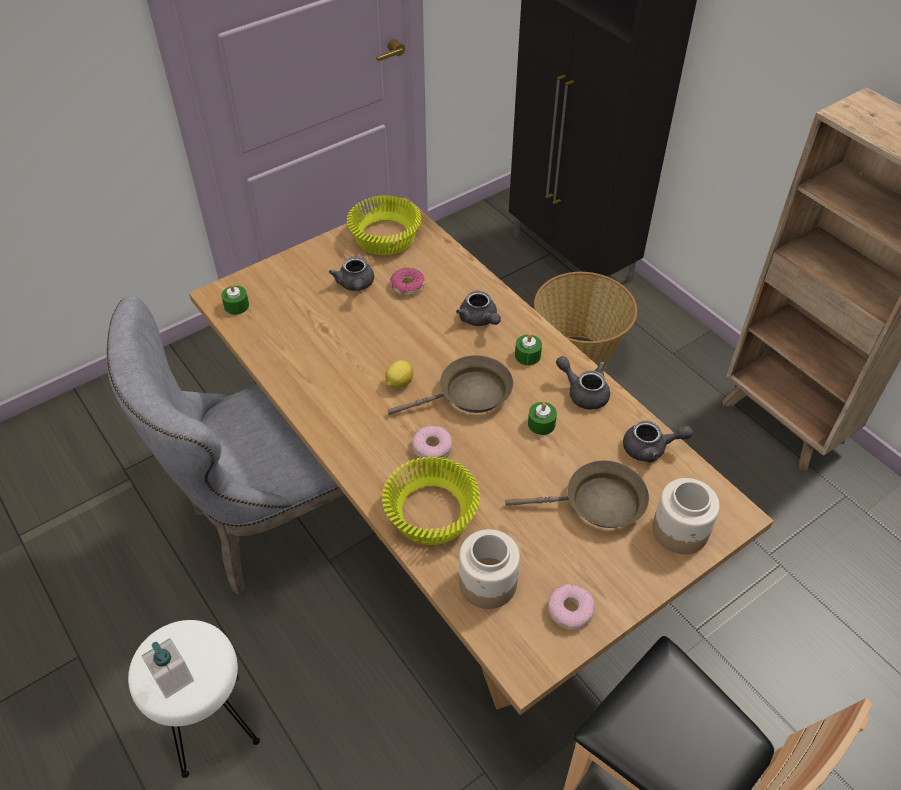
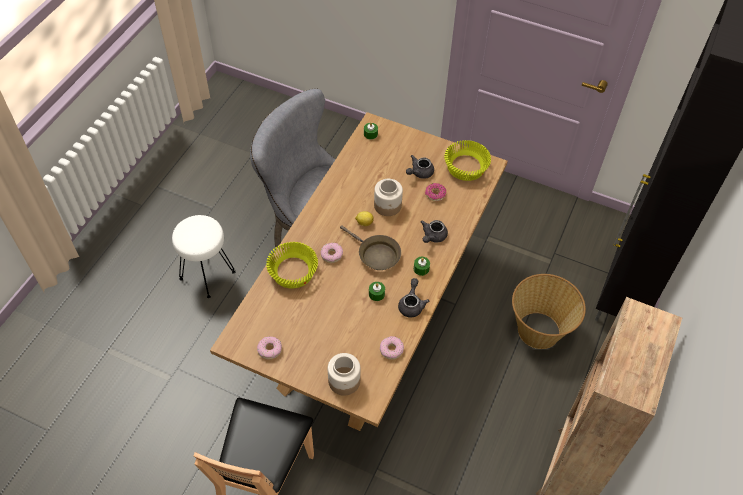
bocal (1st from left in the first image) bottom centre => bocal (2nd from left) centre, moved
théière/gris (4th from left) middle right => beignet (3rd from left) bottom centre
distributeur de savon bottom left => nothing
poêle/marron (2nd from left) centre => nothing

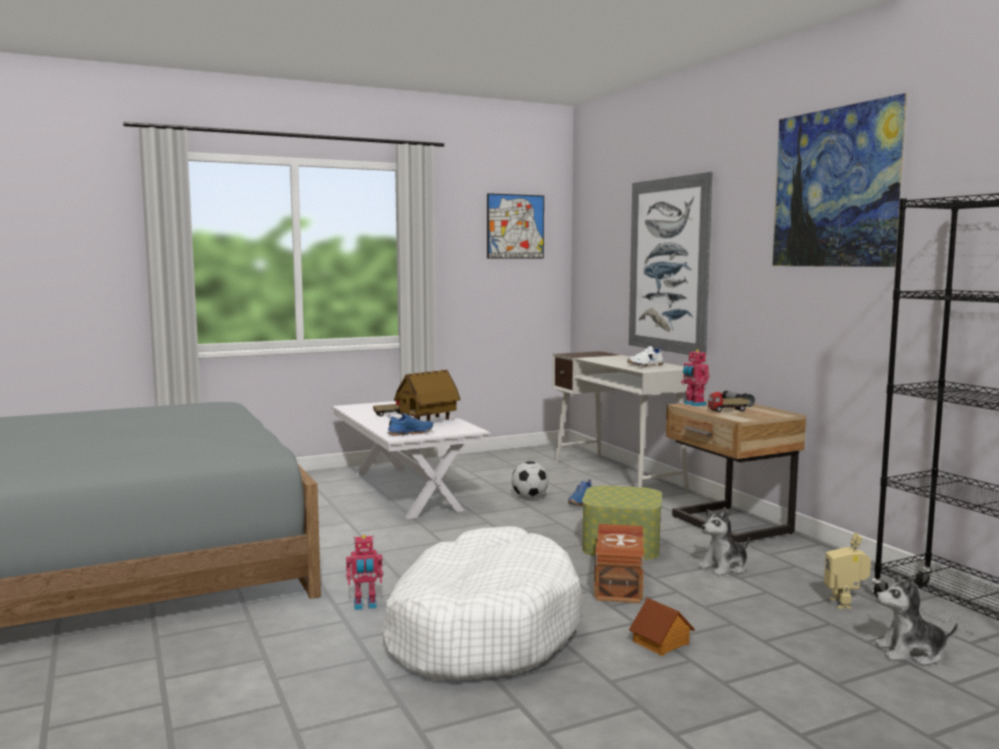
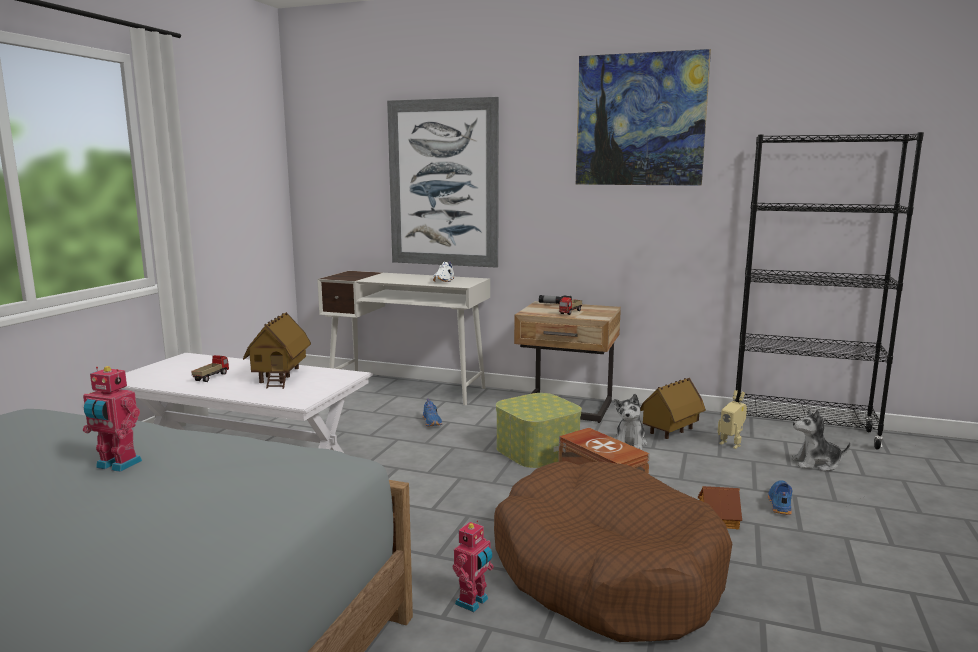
robot jouet (2nd from left in the first image) middle right => robot jouet (1st from left) middle left, moved
panier pour chien/blanc bottom centre => panier pour chien/marron bottom centre
nothing => maison miniature (2nd from left) middle right
chaussure/bleu (1st from left in the first image) centre => chaussure/bleu (2nd from left) bottom right, moved
peluche (2nd from left) bottom right, 45 degrees clockwise
tableau (1st from left) top centre => nothing
ballon de foot centre => nothing

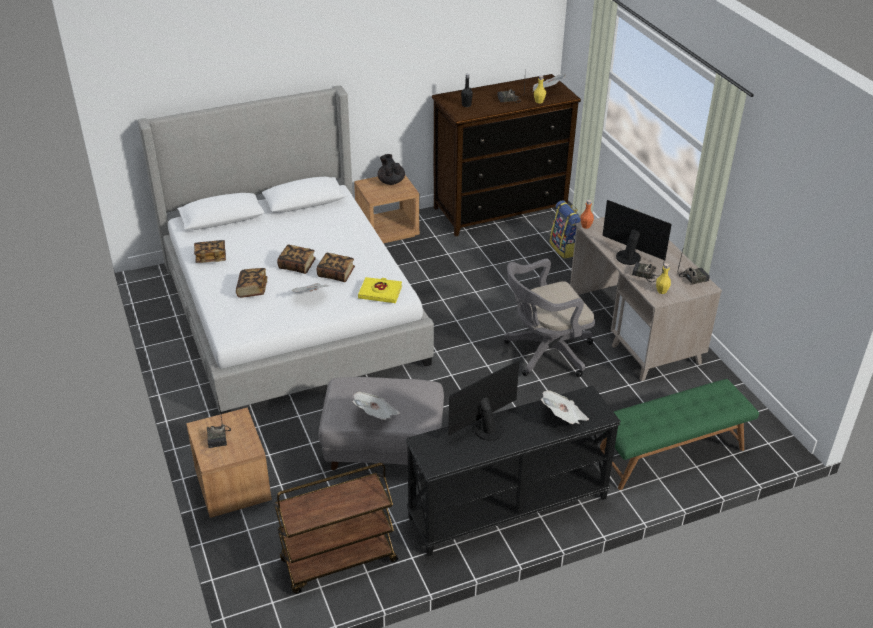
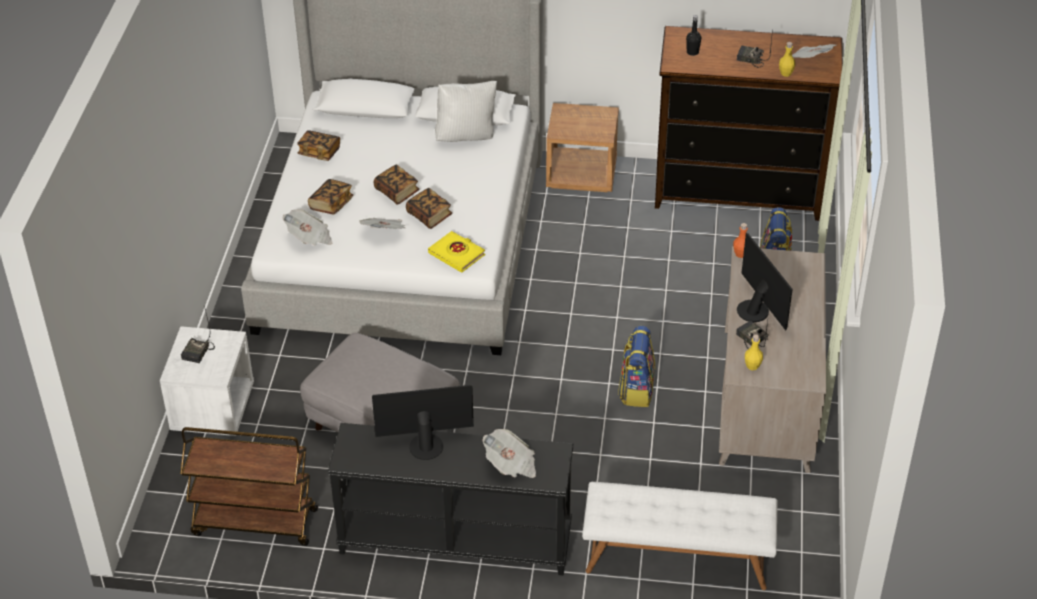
table de chevet/marron (1st from left) bottom left => table de chevet/blanc middle left
journal (2nd from left in the first image) centre => journal (1st from left) middle left, moved
nothing => coussin/blanc top centre
banc/vert bottom right => banc/blanc bottom centre
chaise de bureau/gris centre => sac à dos (1st from left) centre
théière/noir top centre => nothing
radio (4th from left) middle right => nothing

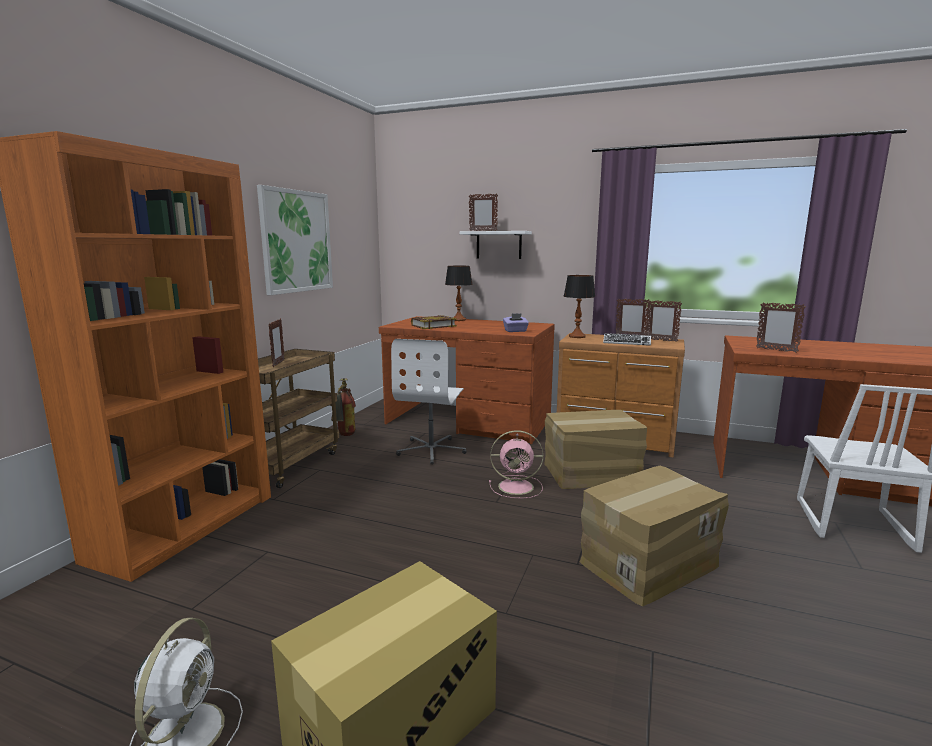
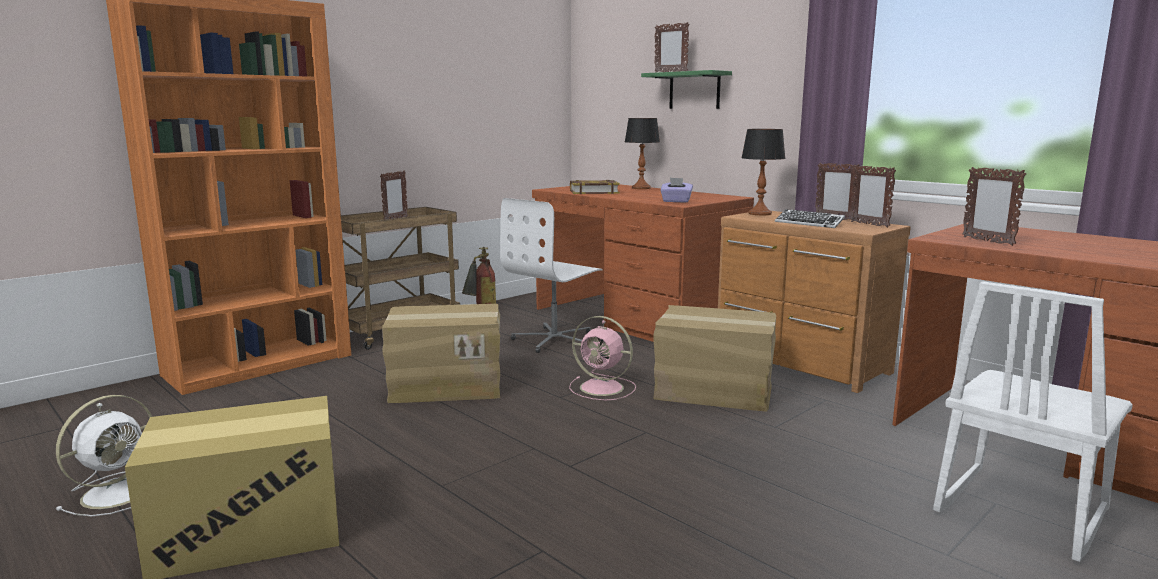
carton (3rd from left in the first image) bottom right => carton (2nd from left) centre, moved
étagère/blanc top centre => étagère/vert top centre
tableau top left => nothing

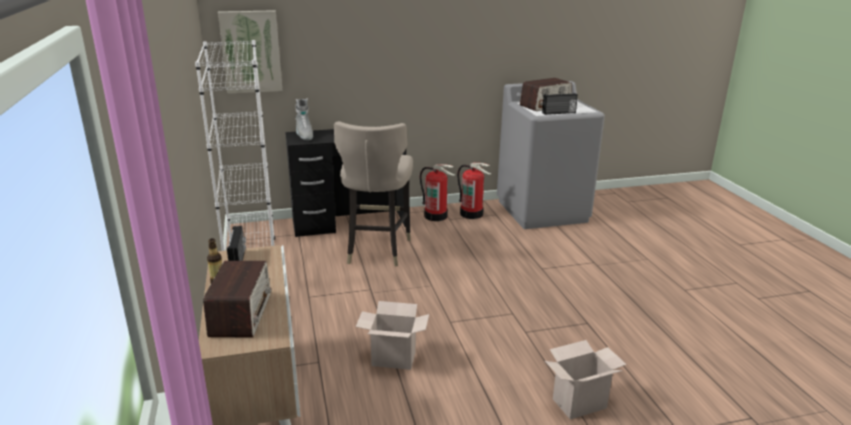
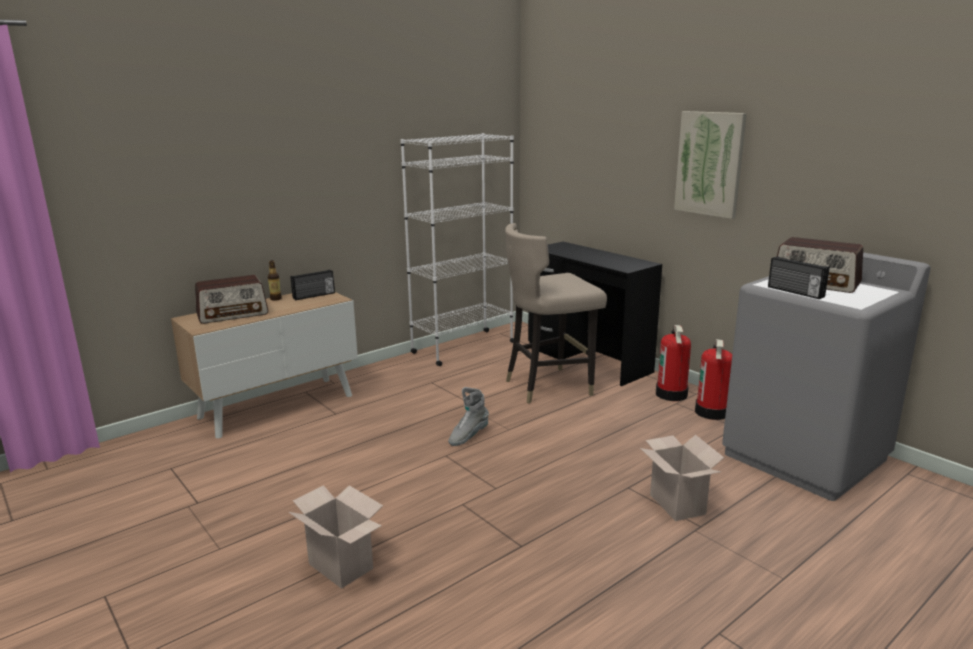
botte/gris top centre => botte/gris centre, moved
carton (1st from left in the first image) bottom centre => carton (2nd from left) bottom right, moved
tableau top left => tableau top right, moved

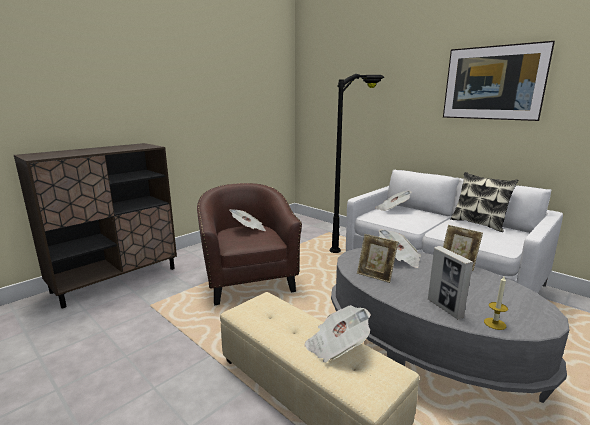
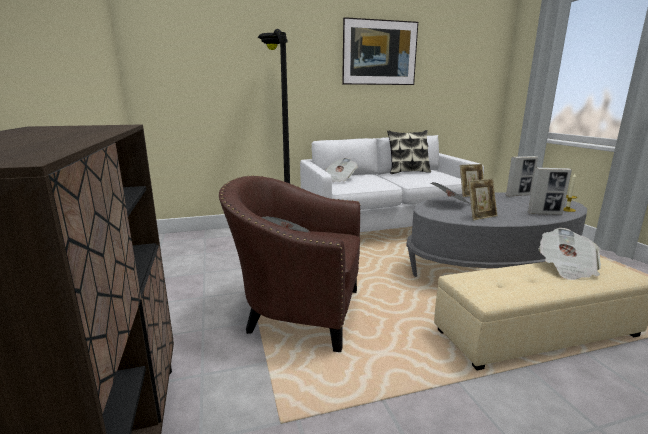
nothing => cadre photo (3rd from left) middle right

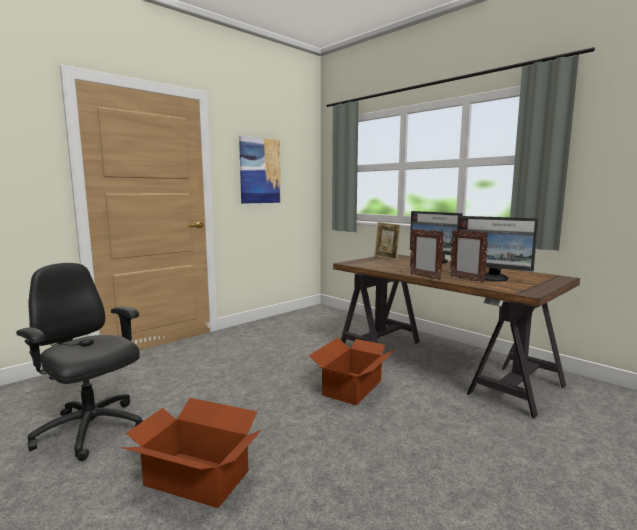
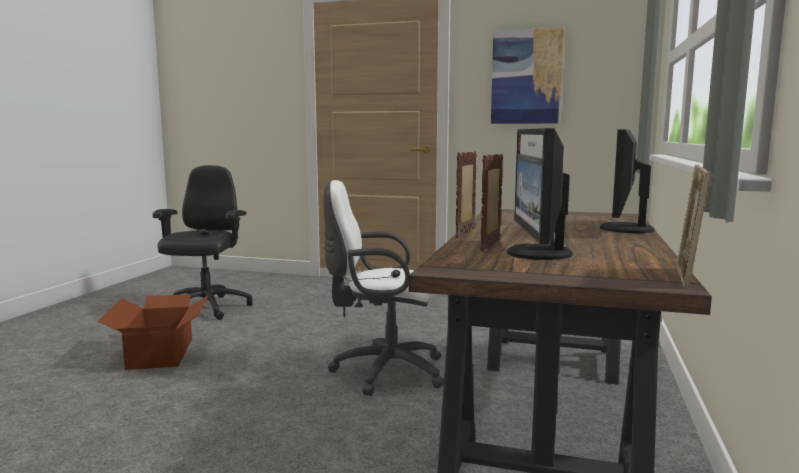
carton (2nd from left) bottom centre => chaise de bureau/blanc centre
cadre photo (1st from left in the first image) centre => cadre photo (3rd from left) middle right, moved

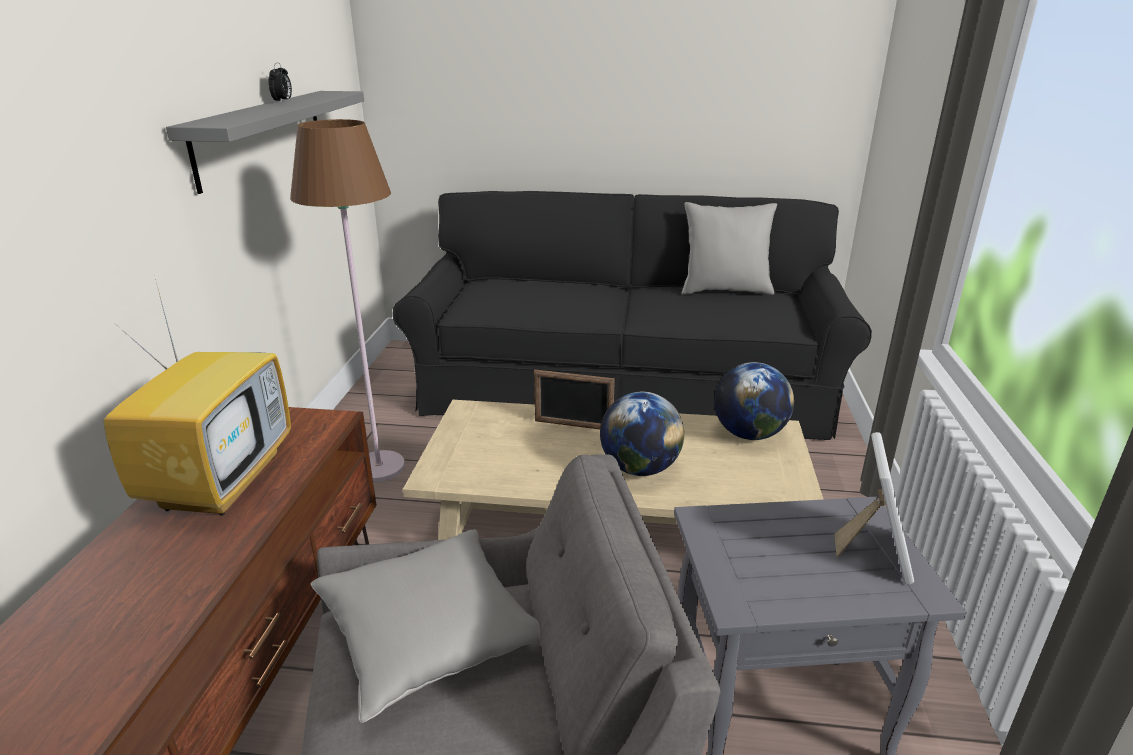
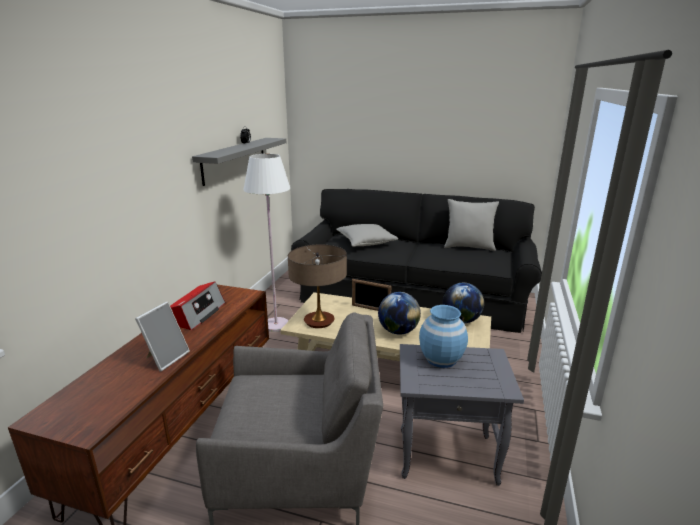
cadre photo (2nd from left in the first image) bottom right => cadre photo (1st from left) middle left, moved
téléviseur middle left => radio middle left
lampadaire/marron middle left => lampadaire/blanc centre
nothing => lampe de table centre
coussin/gris (1st from left) bottom centre => coussin/gris (1st from left) centre, moved
nothing => vase/bleu centre

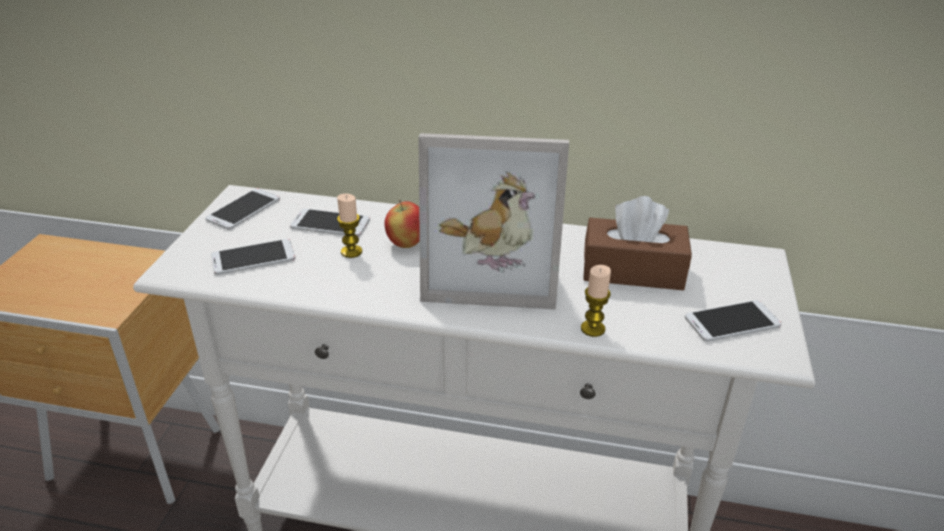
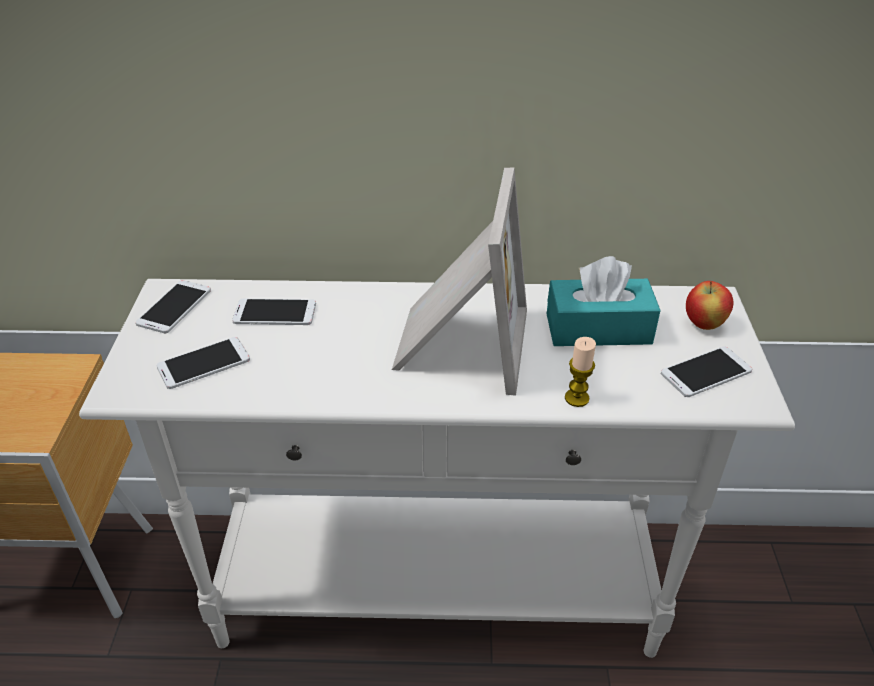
cadre photo centre, 75 degrees counterclockwise
boîte à mouchoirs/marron middle right => boîte à mouchoirs/turquoise middle right
pomme centre => pomme middle right, moved
bougie (1st from left) centre => nothing

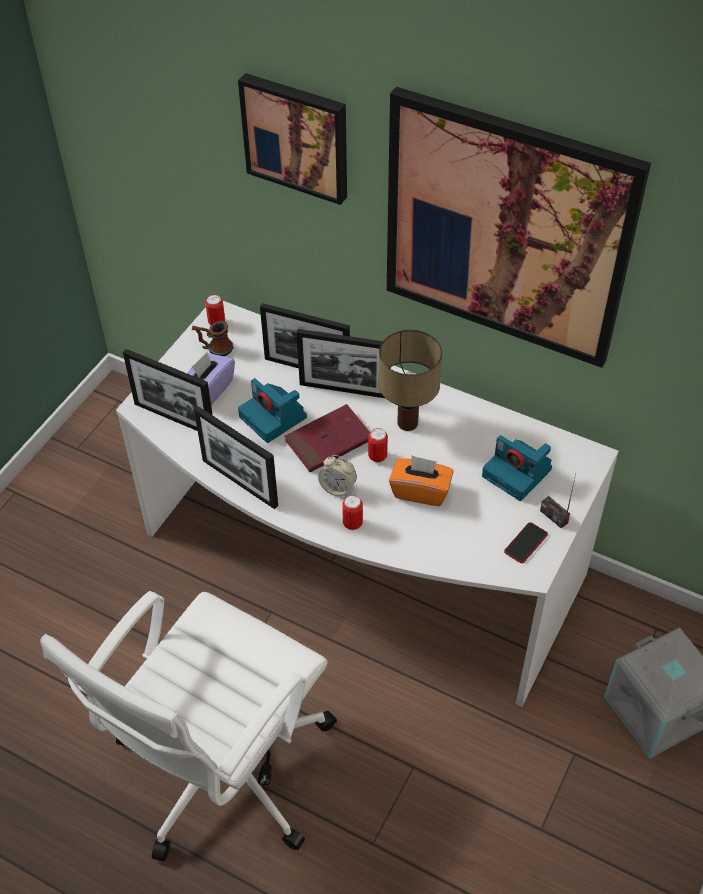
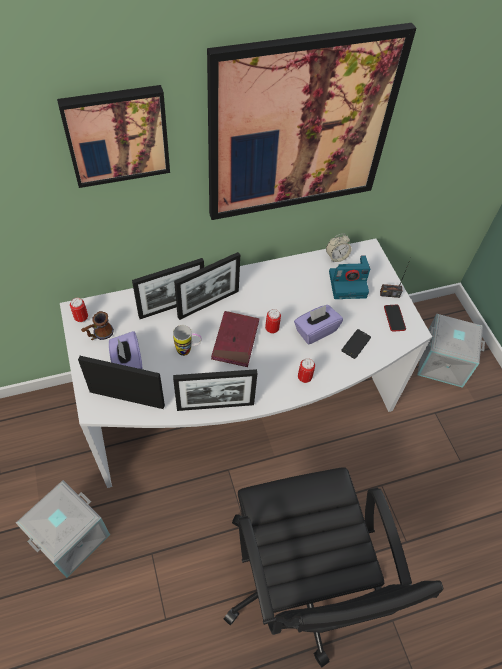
nothing => boîte de rangement/gris (1st from left) bottom left
cadre photo (1st from left) middle left, 150 degrees counterclockwise
appareil photo (1st from left) centre => mug (2nd from left) centre
chaise de bureau/blanc bottom left => chaise de bureau/noir bottom centre
boîte à mouchoirs/orange centre => boîte à mouchoirs/violet (2nd from left) centre
réveil centre => réveil middle right, moved
nothing => téléphone (1st from left) middle right
lampe de table centre => nothing

